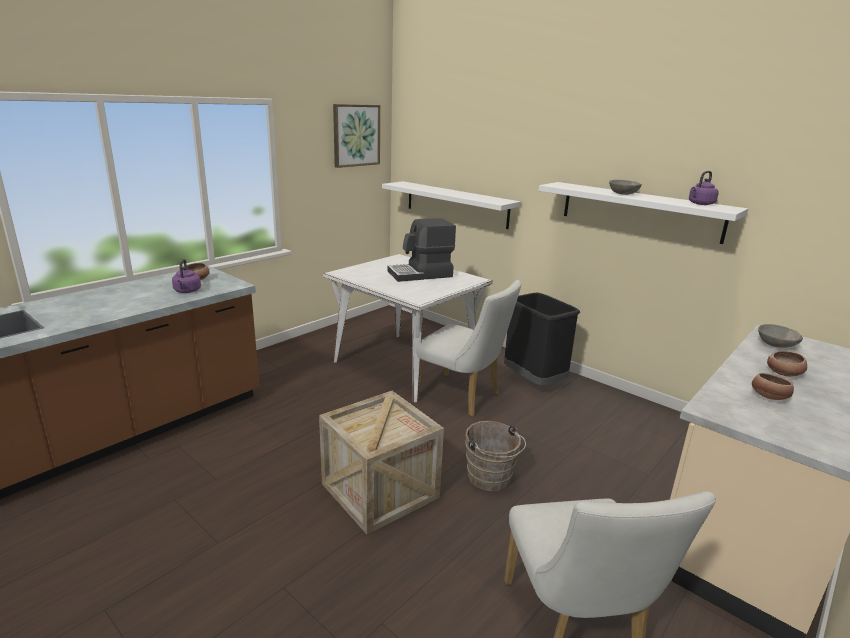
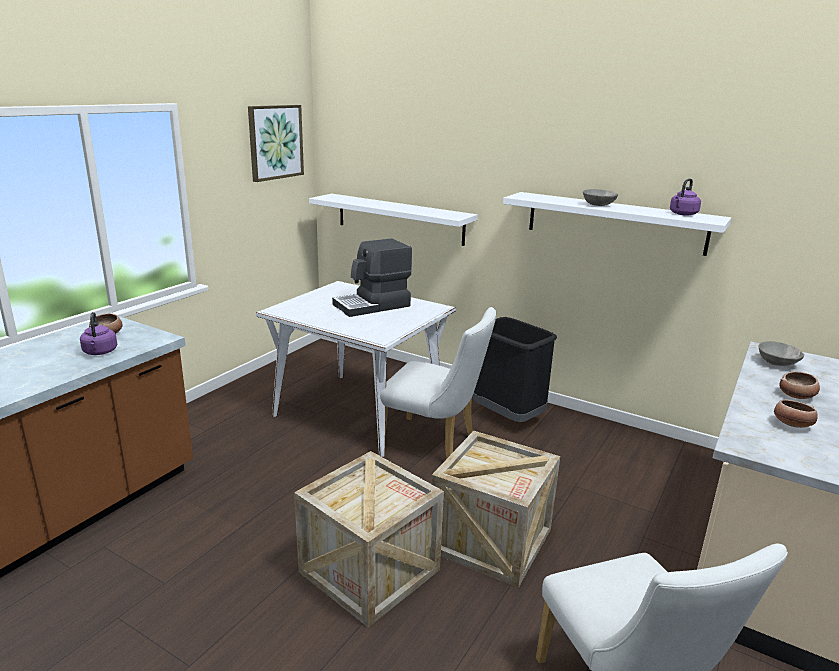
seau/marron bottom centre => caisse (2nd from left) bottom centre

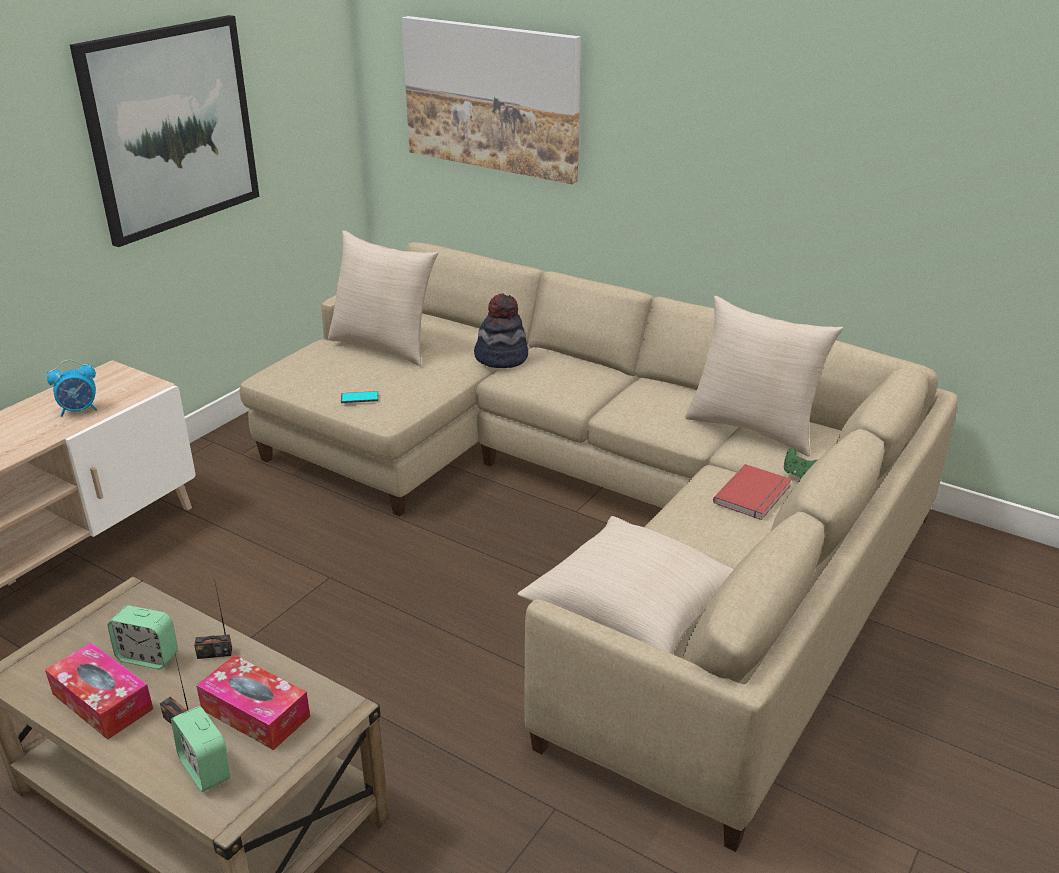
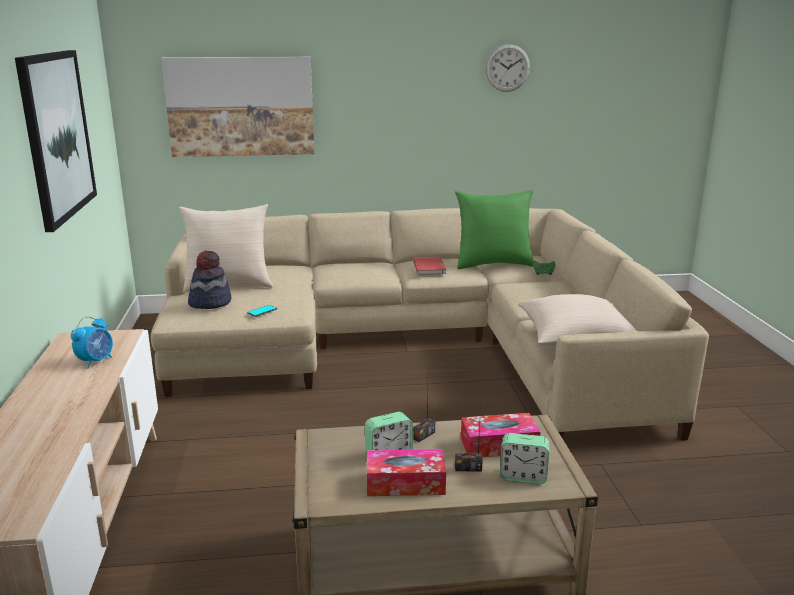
chapeau centre => chapeau middle left, moved
livre/rouge middle right => livre/rouge centre, moved
coussin/beige (3rd from left) middle right => coussin/vert centre
nothing => horloge murale top centre

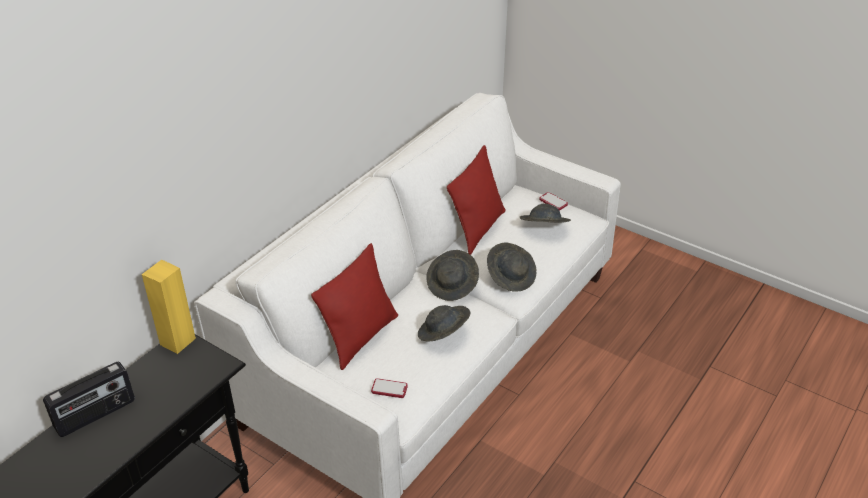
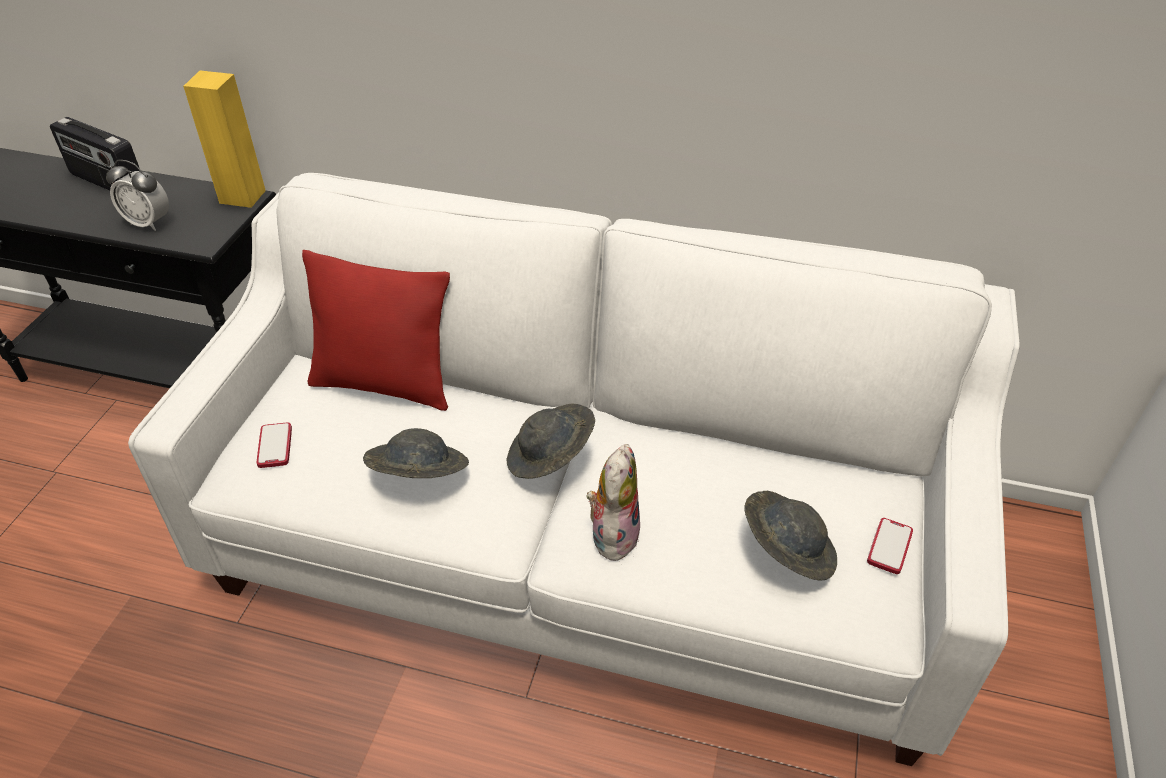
nothing => réveil top left
chapeau/gris (3rd from left) centre => peluche centre
coussin/rouge (2nd from left) centre => nothing

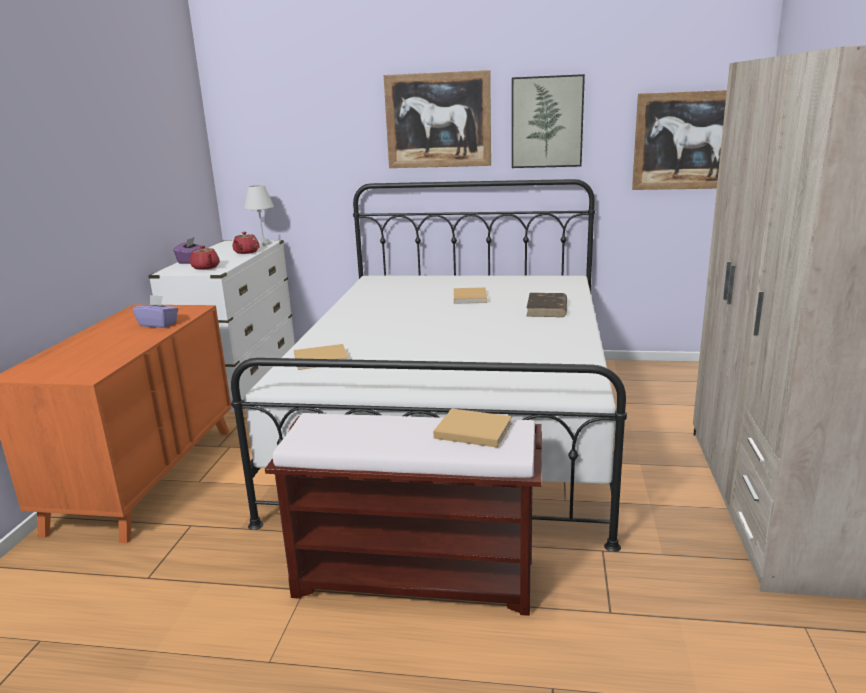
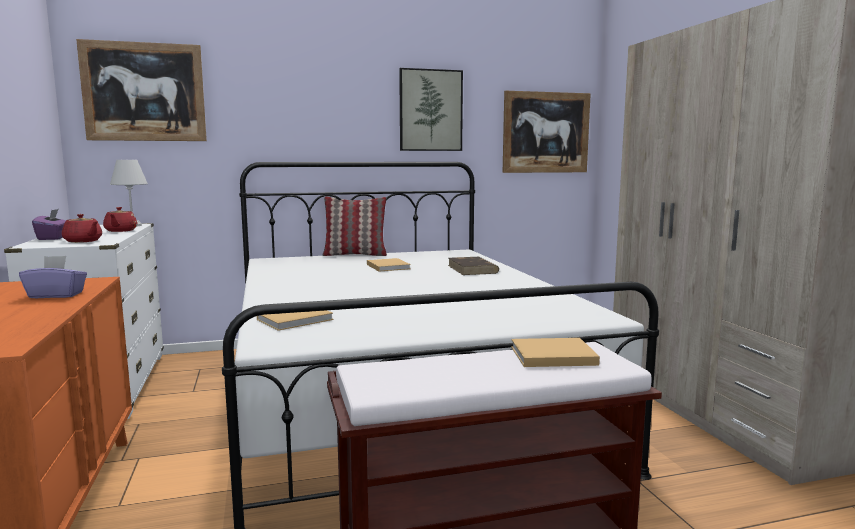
tableau (1st from left) top centre => tableau (1st from left) top left, moved
nothing => coussin centre

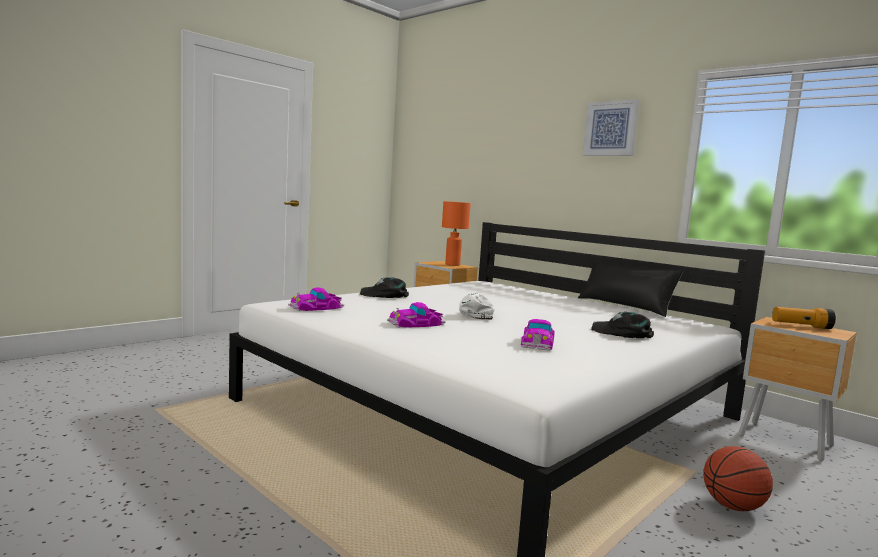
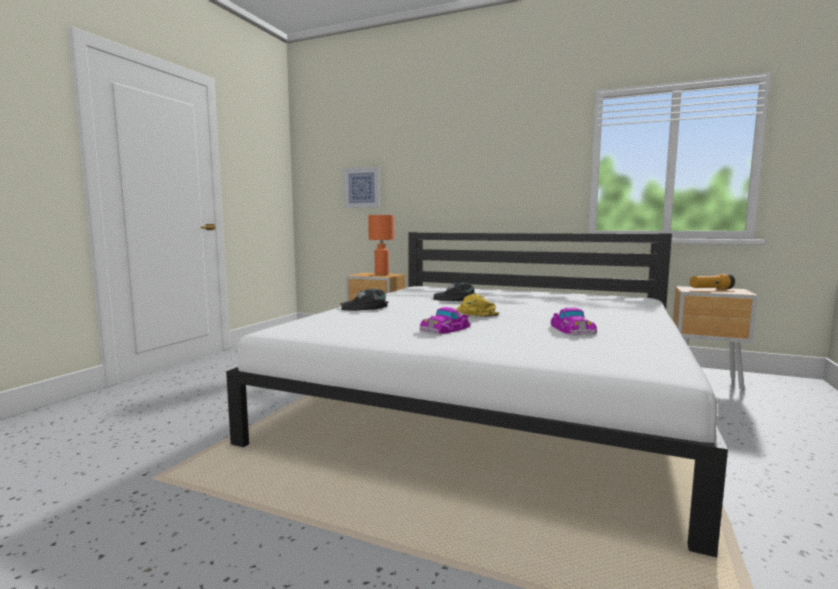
tableau top right => tableau top centre, moved
casquette/noir (2nd from left) middle right => casquette/noir (2nd from left) centre, moved
casquette/blanc centre => casquette/jaune centre
petite voiture (1st from left) centre => nothing
coussin/noir middle right => nothing
ballon de basket bottom right => nothing

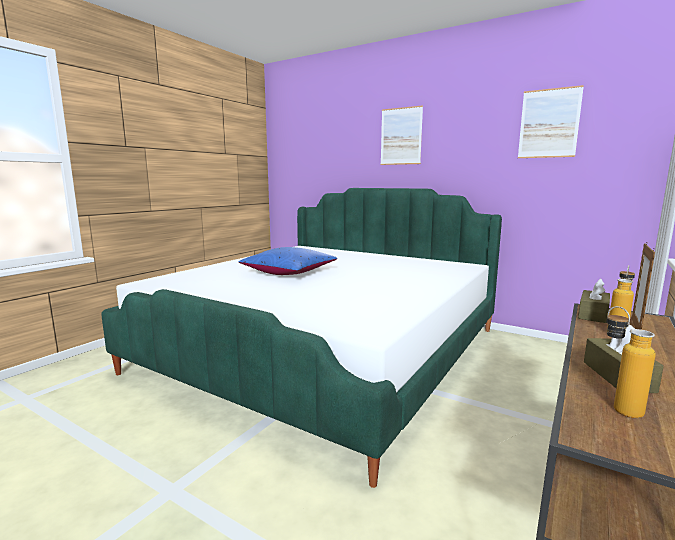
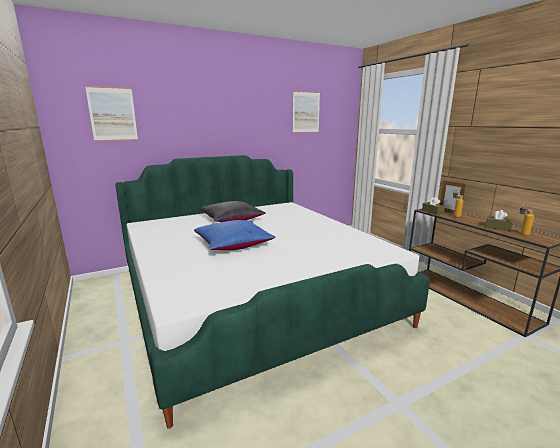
tableau (1st from left) top centre => tableau (1st from left) top left, moved
nothing => coussin/noir centre

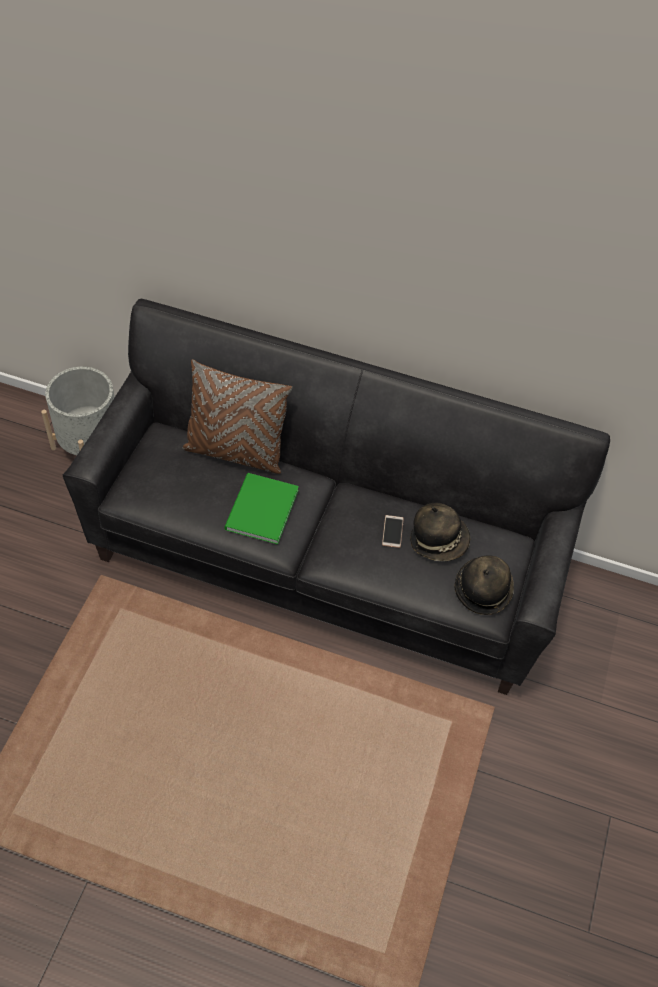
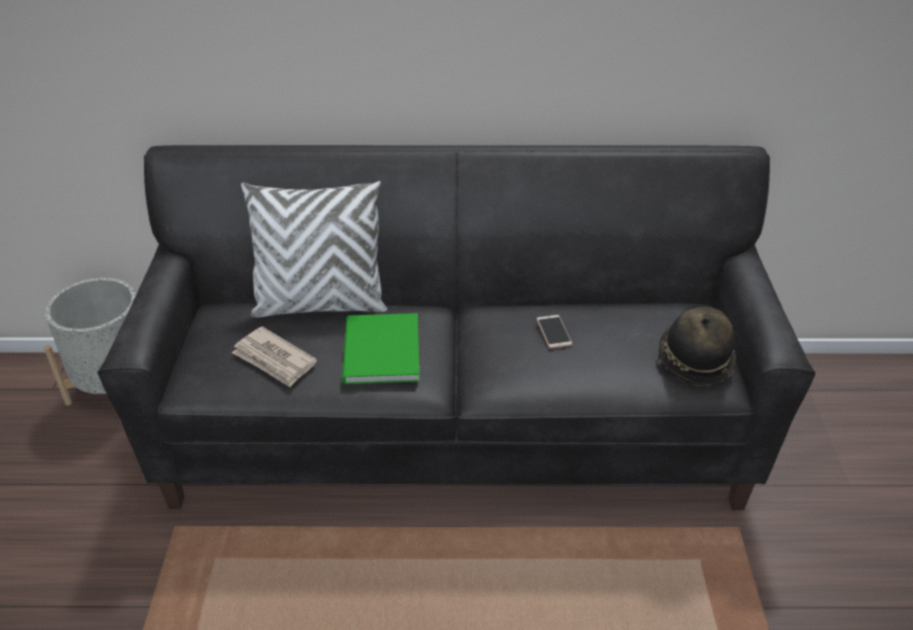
nothing => journal middle left
coussin/marron centre => coussin/blanc centre
chapeau (1st from left) middle right => nothing

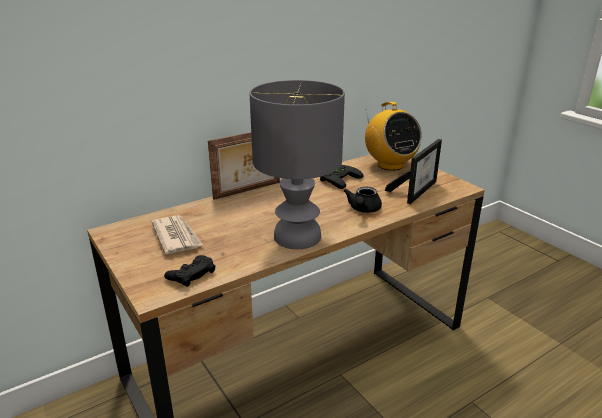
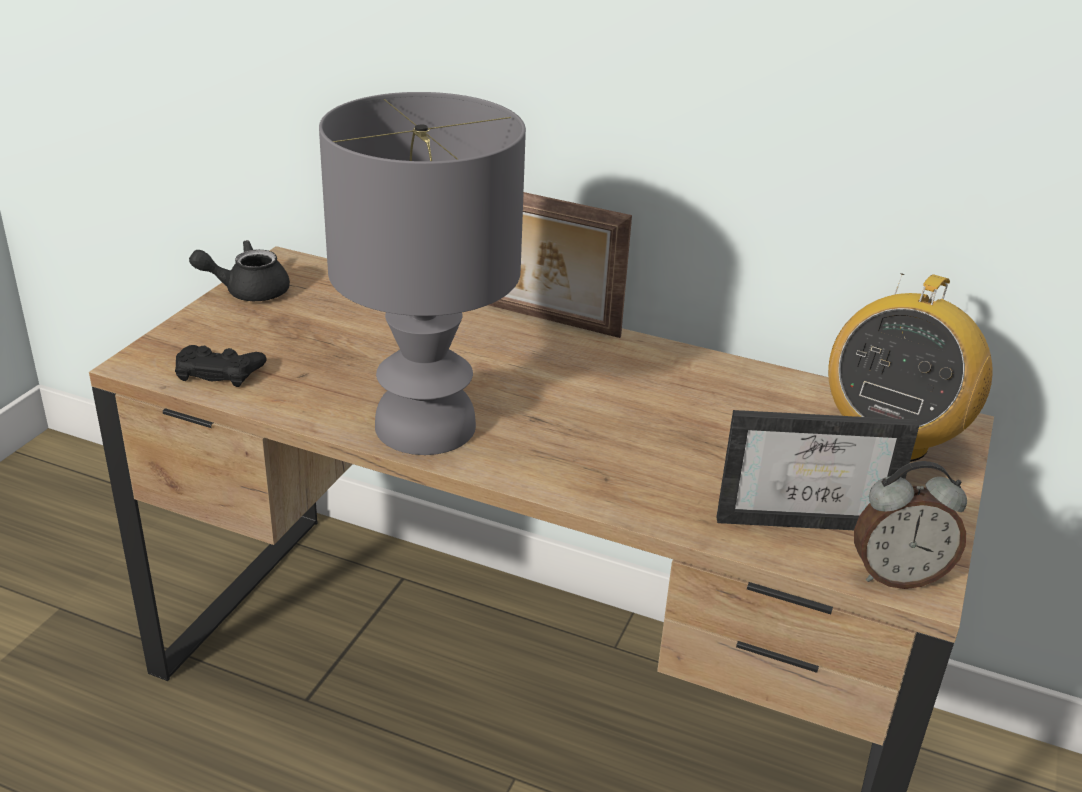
théière/noir centre => théière/noir middle left, moved
nothing => réveil middle right
journal middle left => nothing
manette/noir (2nd from left) centre => nothing

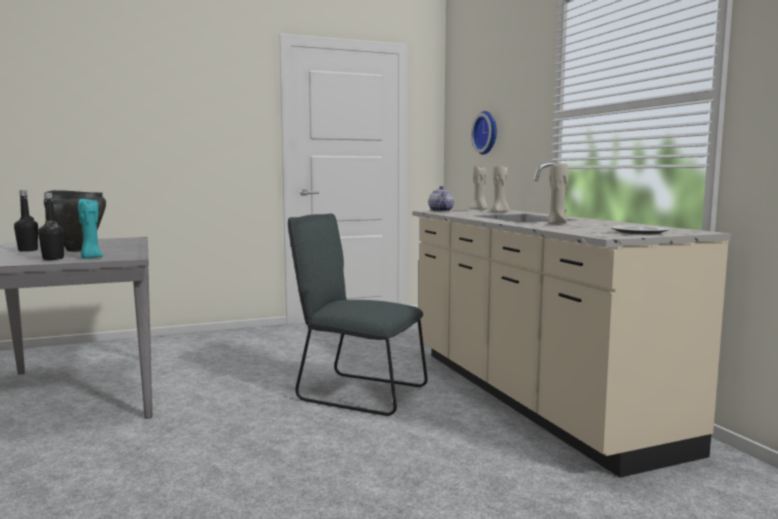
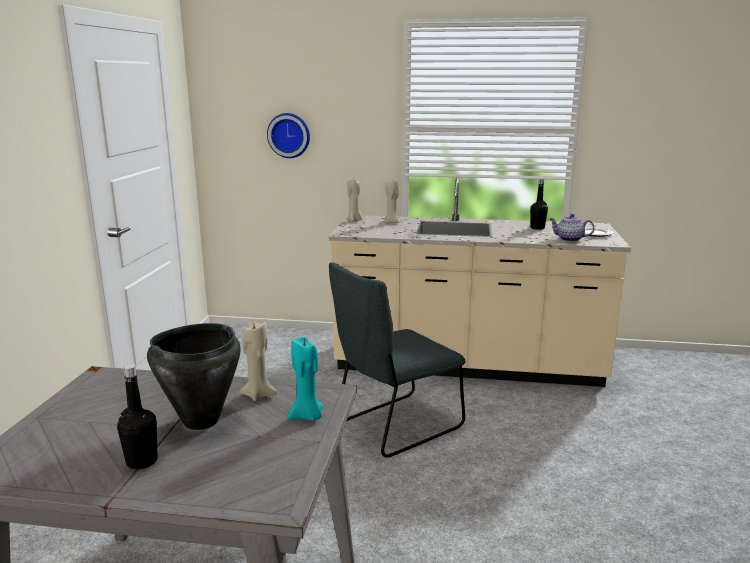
bougie/beige (3rd from left in the first image) middle right => bougie/beige (1st from left) centre, moved
bouteille/noir (2nd from left) middle left => bouteille/noir (2nd from left) middle right, moved
théière centre => théière middle right, moved

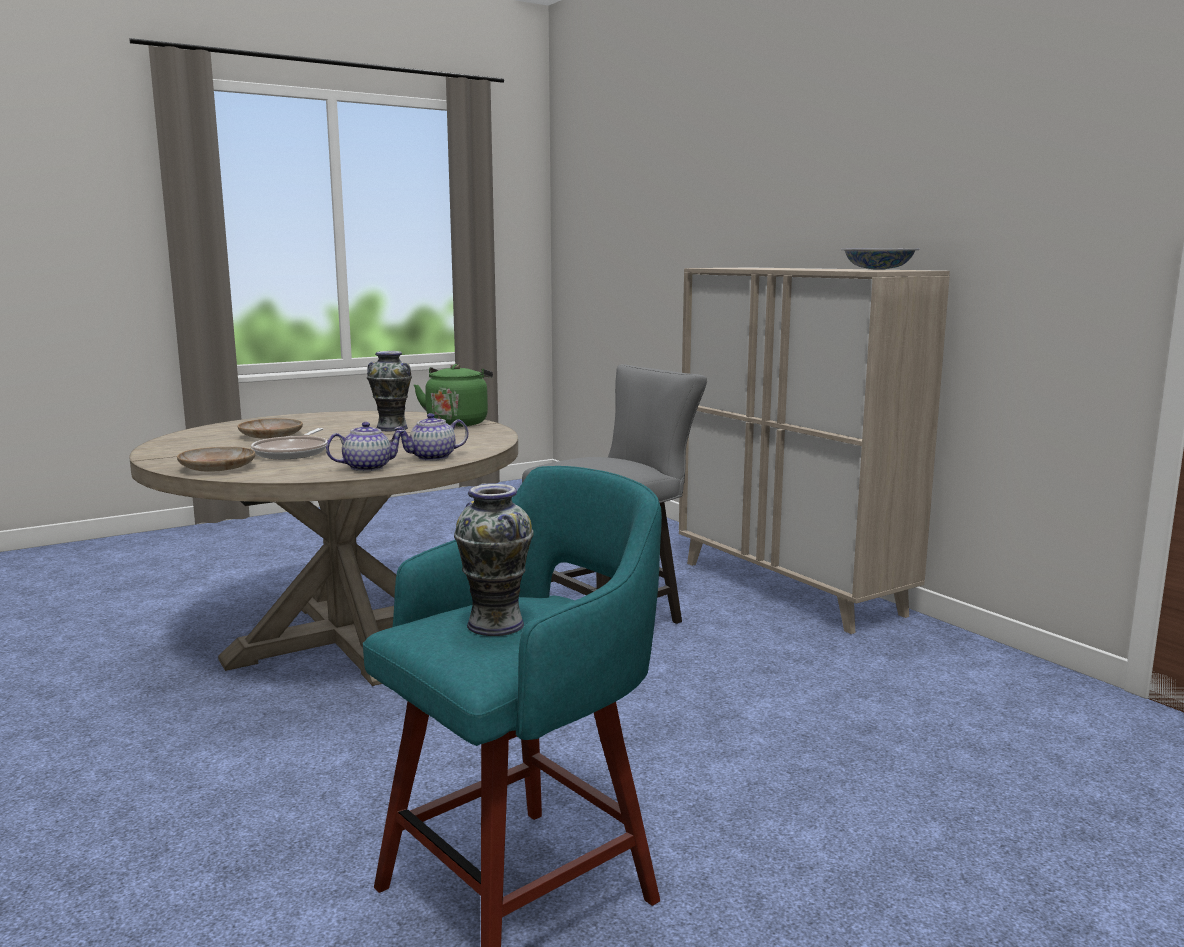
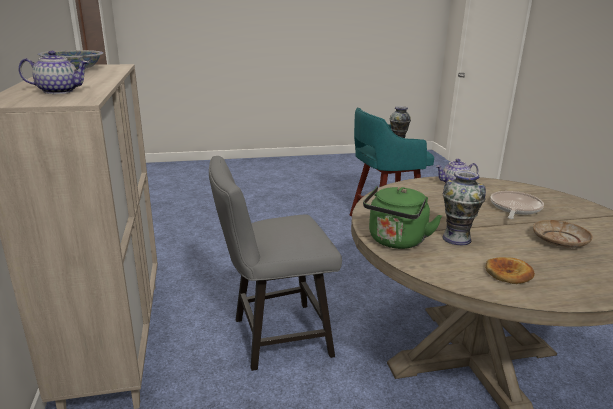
théière (2nd from left in the first image) centre => théière (1st from left) top left, moved
nothing => pain middle right
assiette/beige (1st from left) middle left => nothing

